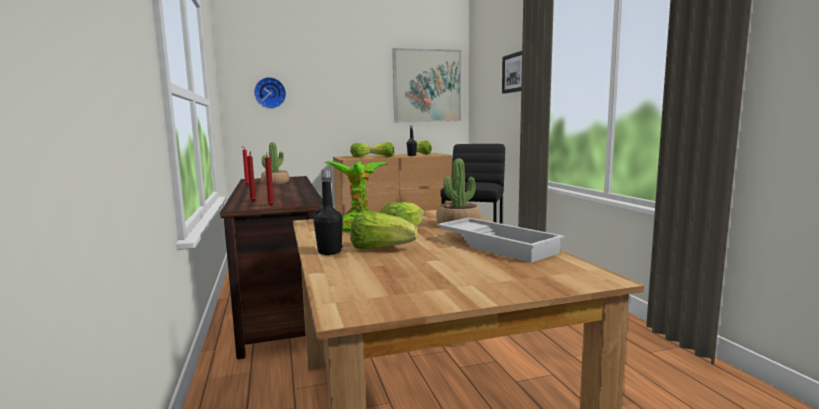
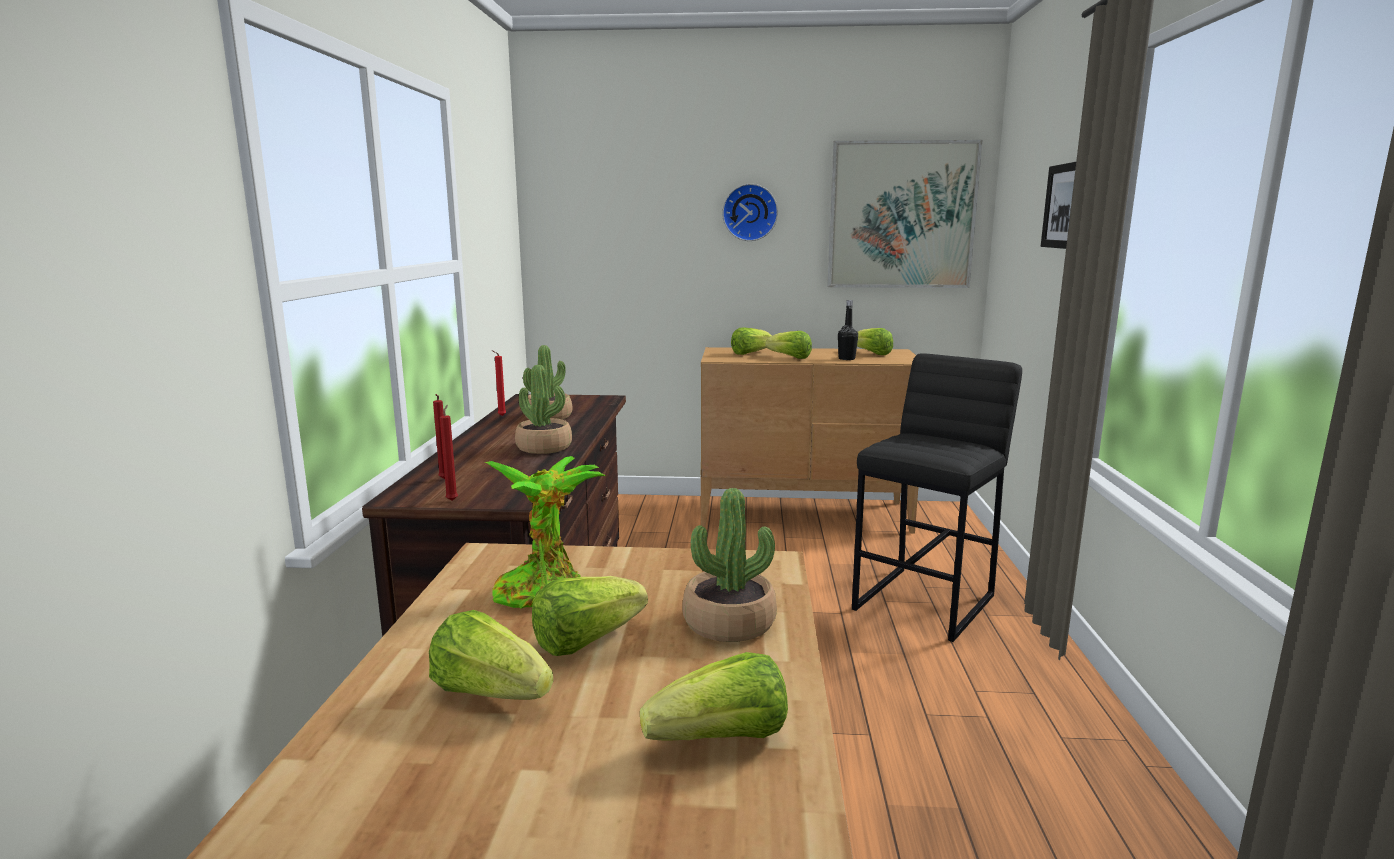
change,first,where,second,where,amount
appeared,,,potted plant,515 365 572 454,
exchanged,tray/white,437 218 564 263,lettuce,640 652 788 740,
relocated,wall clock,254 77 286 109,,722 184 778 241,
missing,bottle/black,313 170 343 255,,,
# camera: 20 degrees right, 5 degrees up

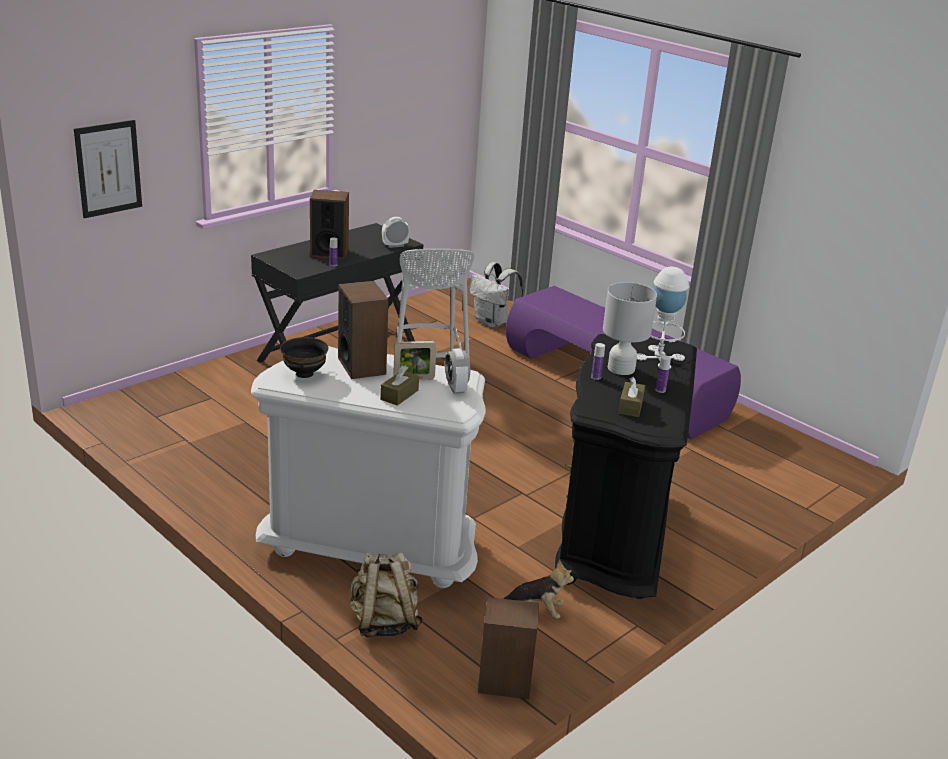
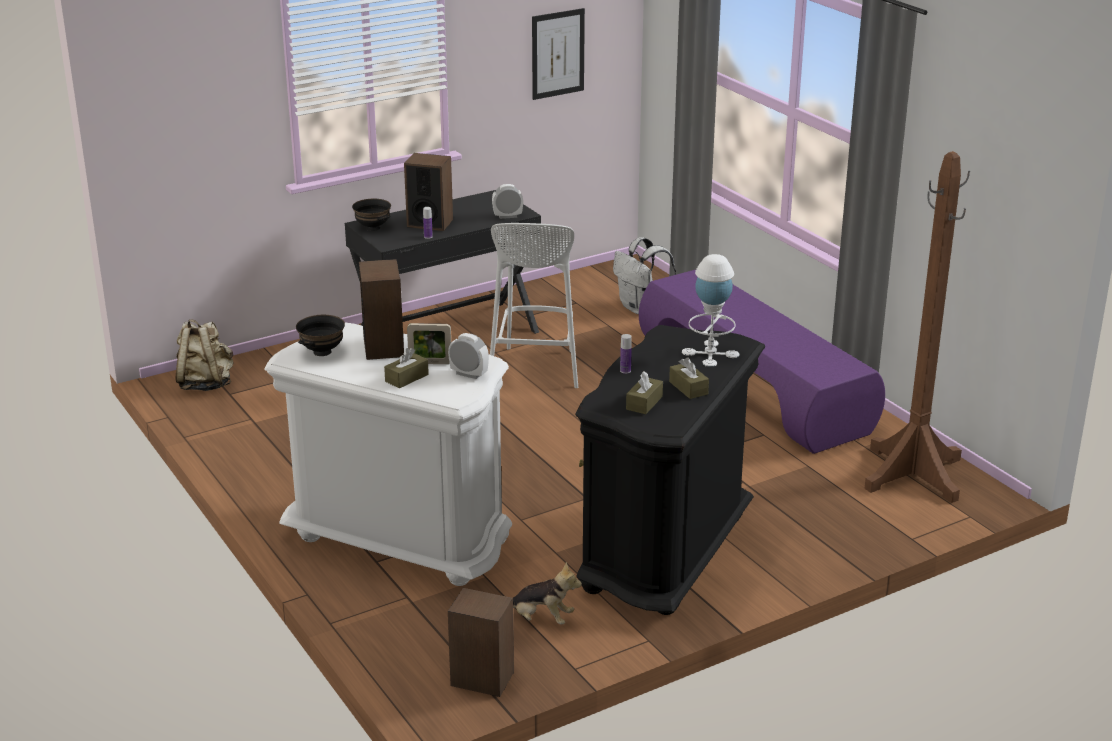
change,first,where,second,where,amount
relocated,backpack/beige,350 552 423 637,,176 319 233 391,
appeared,,,bowl/black,352 199 391 231,
spun,alarm clock,445 348 470 394,,448 333 489 379,120 degrees clockwise
relocated,picture,74 120 142 218,,532 8 585 100,
exchanged,bottle,656 355 671 393,tissue box/brown,669 357 709 399,
appeared,,,clothes rack/brown,864 151 970 503,
missing,table lamp/grey,603 282 657 375,,,
# camera: 15 degrees right, 0 degrees up

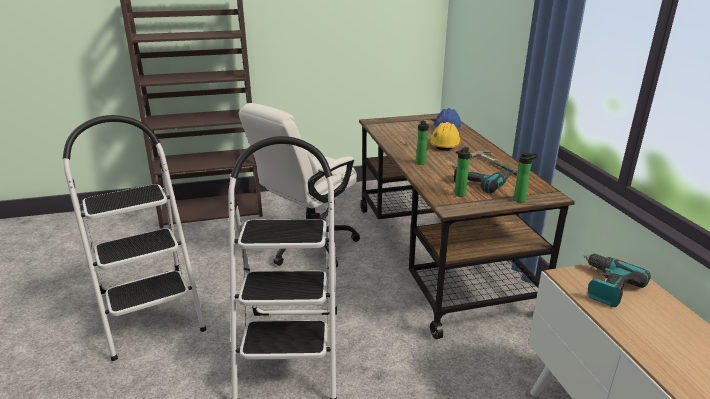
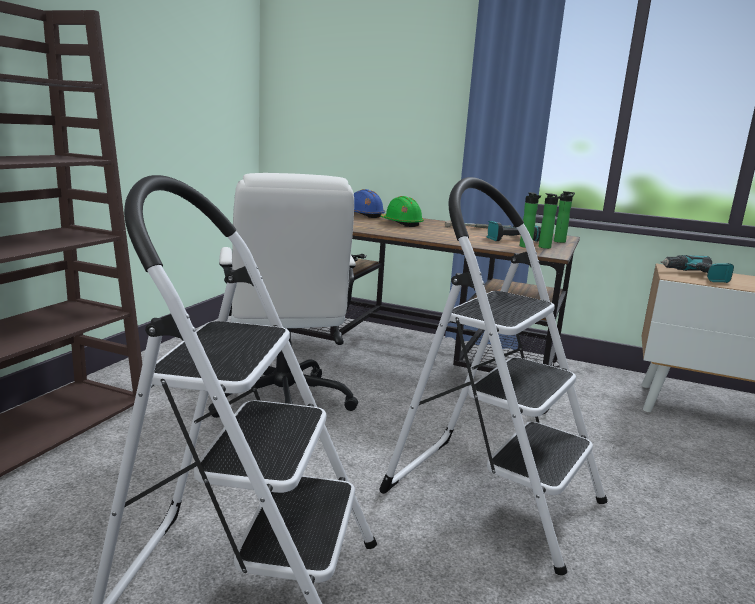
change,first,where,second,where,amount
colour,hard hat/yellow,429 122 461 151,hard hat/green,381 196 424 227,
relocated,bottle,416 120 429 165,,539 193 564 249,
# camera: 55 degrees left, 10 degrees down

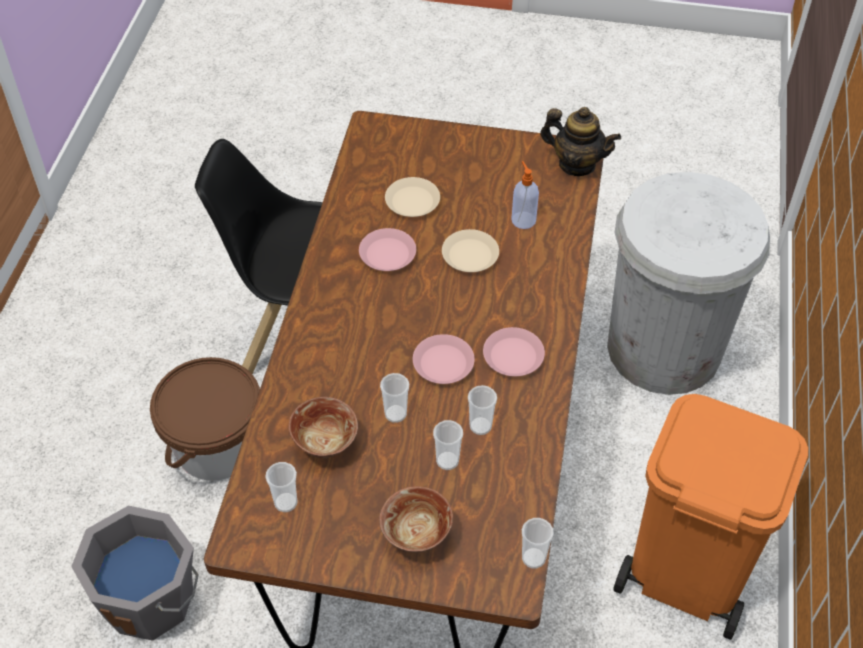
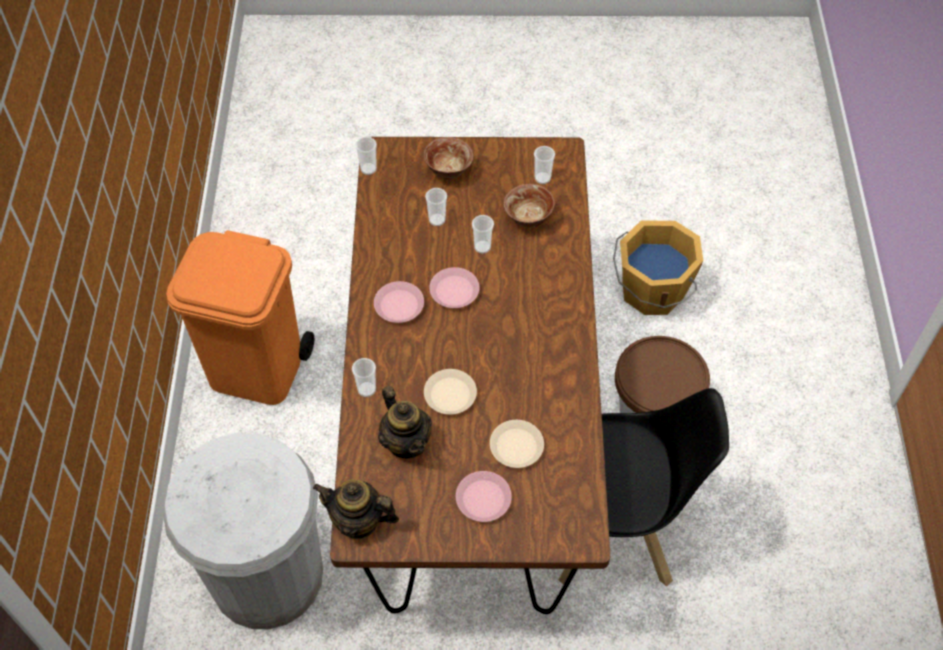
change,first,where,second,where,amount
relocated,cup,468 385 497 435,,352 358 376 397,
exchanged,soap dispenser,511 161 539 229,teapot,378 386 432 458,
relocated,plate/pink,359 228 416 271,,456 471 512 522,
colour,bucket/grey,71 506 199 641,bucket/orange,613 220 703 315,
# camera: 170 degrees right, 5 degrees up

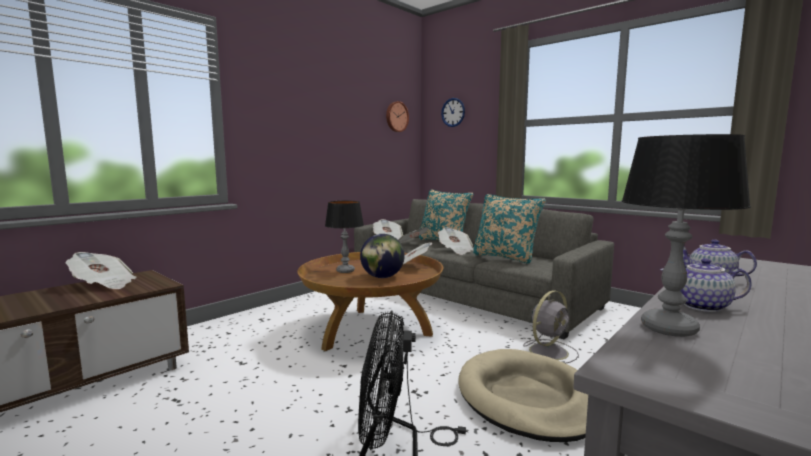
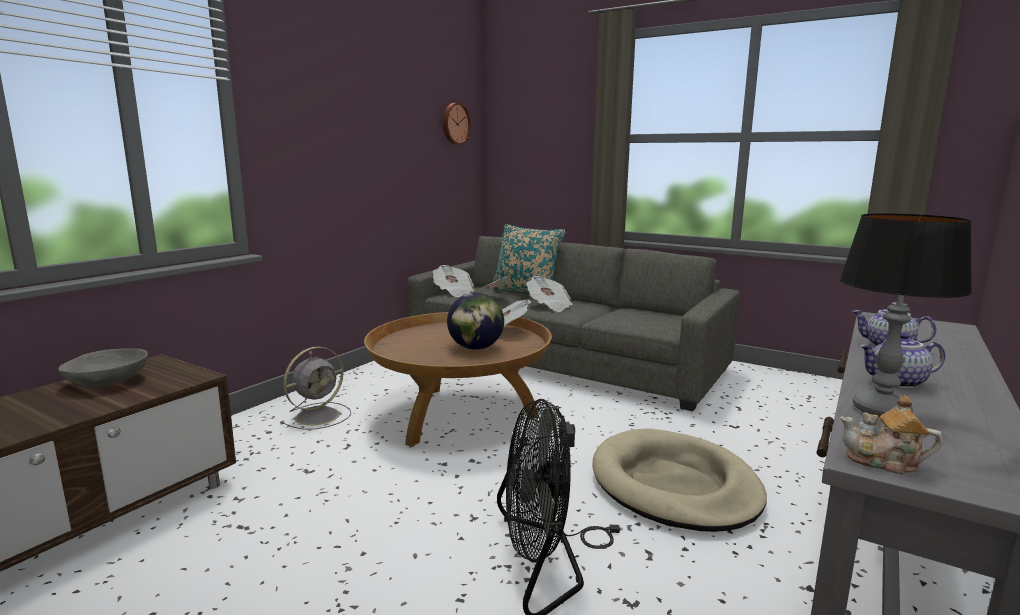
change,first,where,second,where,amount
exchanged,newspaper,66 252 136 289,bowl/grey,58 348 148 387,
relocated,fan/grey,523 290 579 364,,280 347 351 430,
appeared,,,teapot,840 395 943 474,
missing,table lamp,325 201 364 273,,,
missing,wall clock,441 98 465 127,,,
missing,pillow/turquoise,473 194 546 263,,,
# camera: 10 degrees left, 5 degrees up

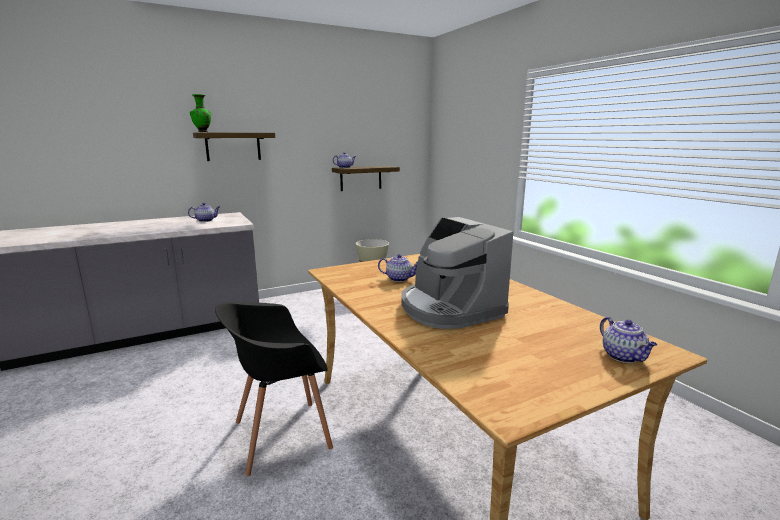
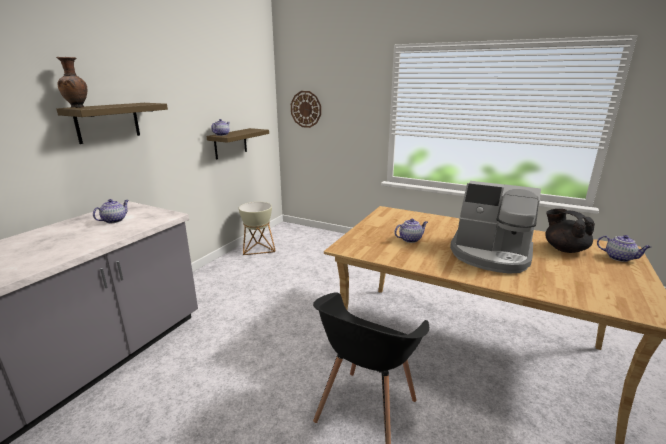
change,first,where,second,where,amount
colour,vase/green,190 94 211 132,vase/brown,56 57 87 108,
appeared,,,wall clock,291 91 321 128,
appeared,,,teapot/black,545 209 595 253,
# camera: 35 degrees left, 5 degrees up

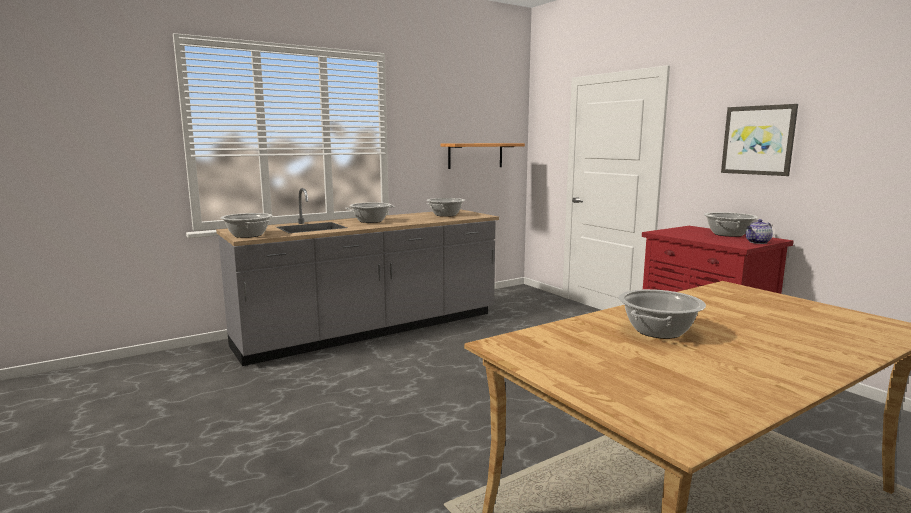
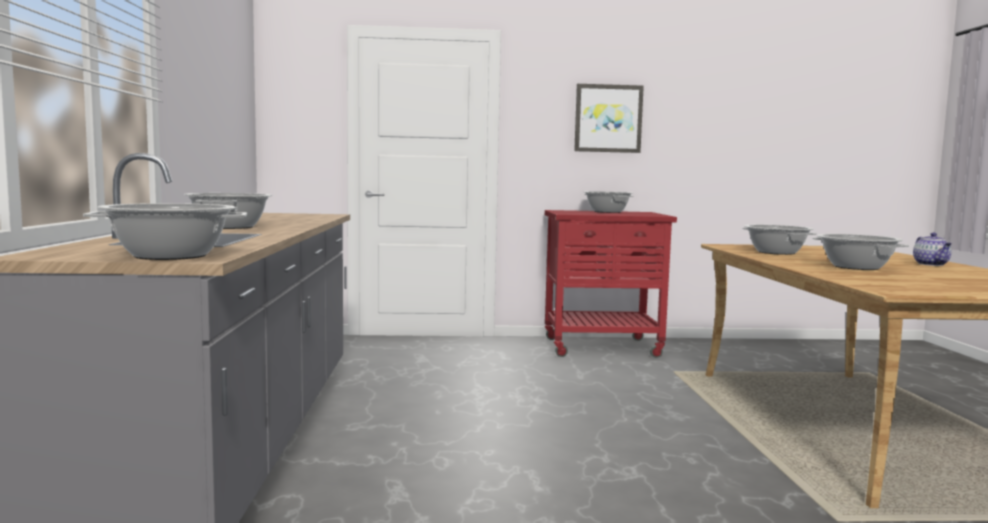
change,first,where,second,where,amount
relocated,cooking pot,427 198 465 217,,742 225 817 255,
relocated,teapot,745 219 773 244,,913 233 952 266,
missing,shelf,440 143 525 169,,,
# camera: 60 degrees left, 5 degrees down

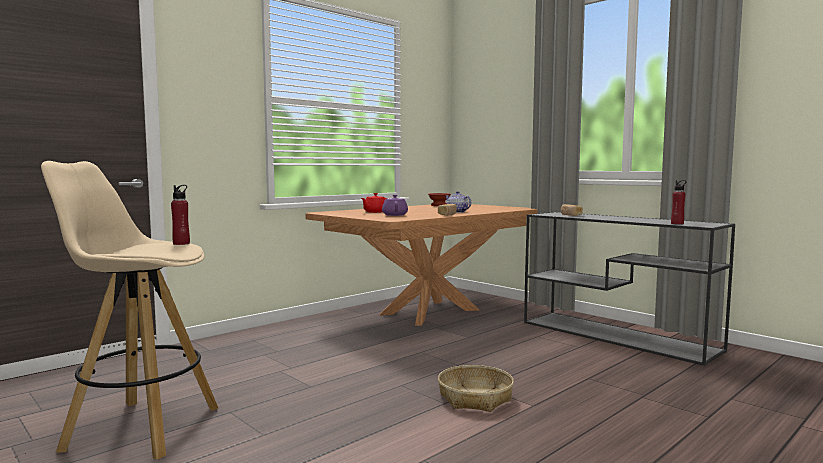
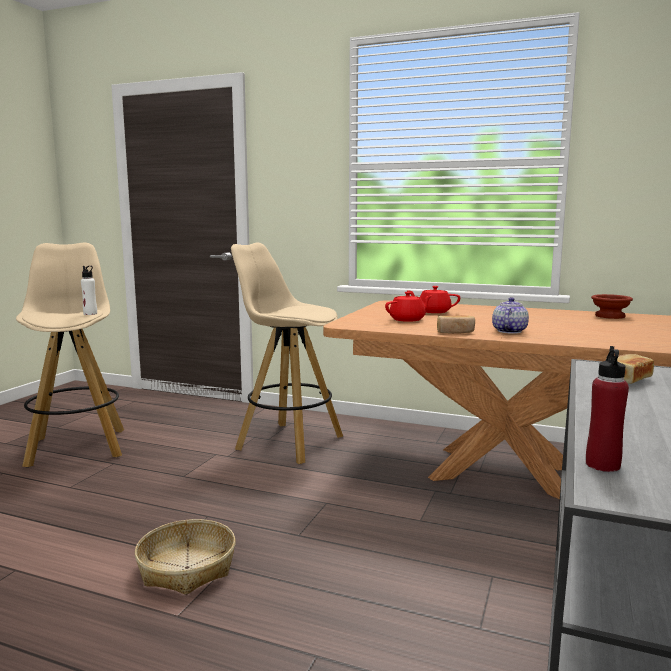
change,first,where,second,where,amount
colour,bottle/red,171 185 190 245,bottle/white,81 266 97 315,
appeared,,,stool/beige,231 242 343 464,
colour,teapot/purple,382 195 408 216,teapot/red,385 292 431 322,
# camera: 65 degrees right, 5 degrees up

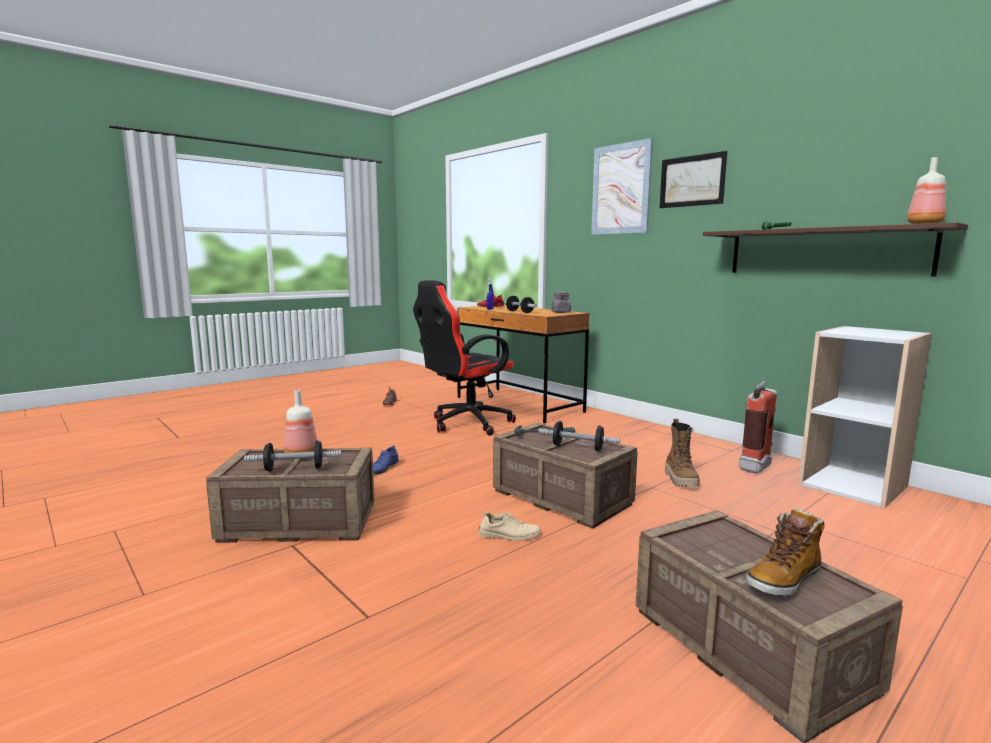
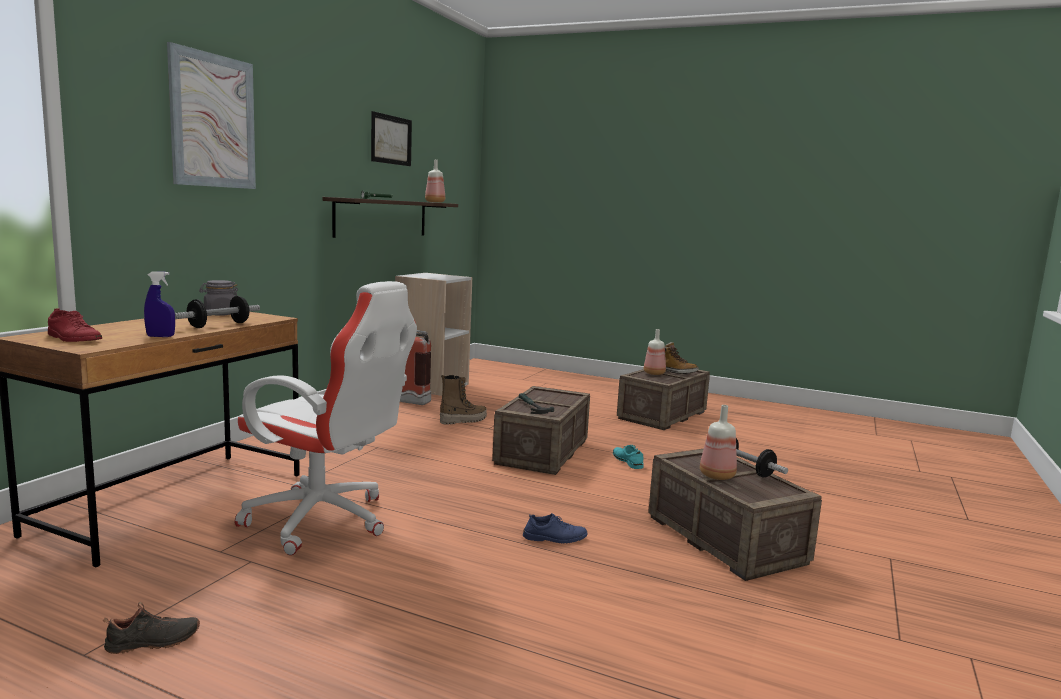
change,first,where,second,where,amount
colour,office chair/black,413 280 516 436,office chair/white,235 281 417 555,
relocated,picture,660 151 727 208,,371 111 412 166,
colour,shoe/beige,478 512 541 541,shoe/turquoise,613 445 644 469,
appeared,,,bottle,644 329 666 375,
missing,dumbbell,538 421 620 451,,,
# camera: 115 degrees left, 0 degrees up

